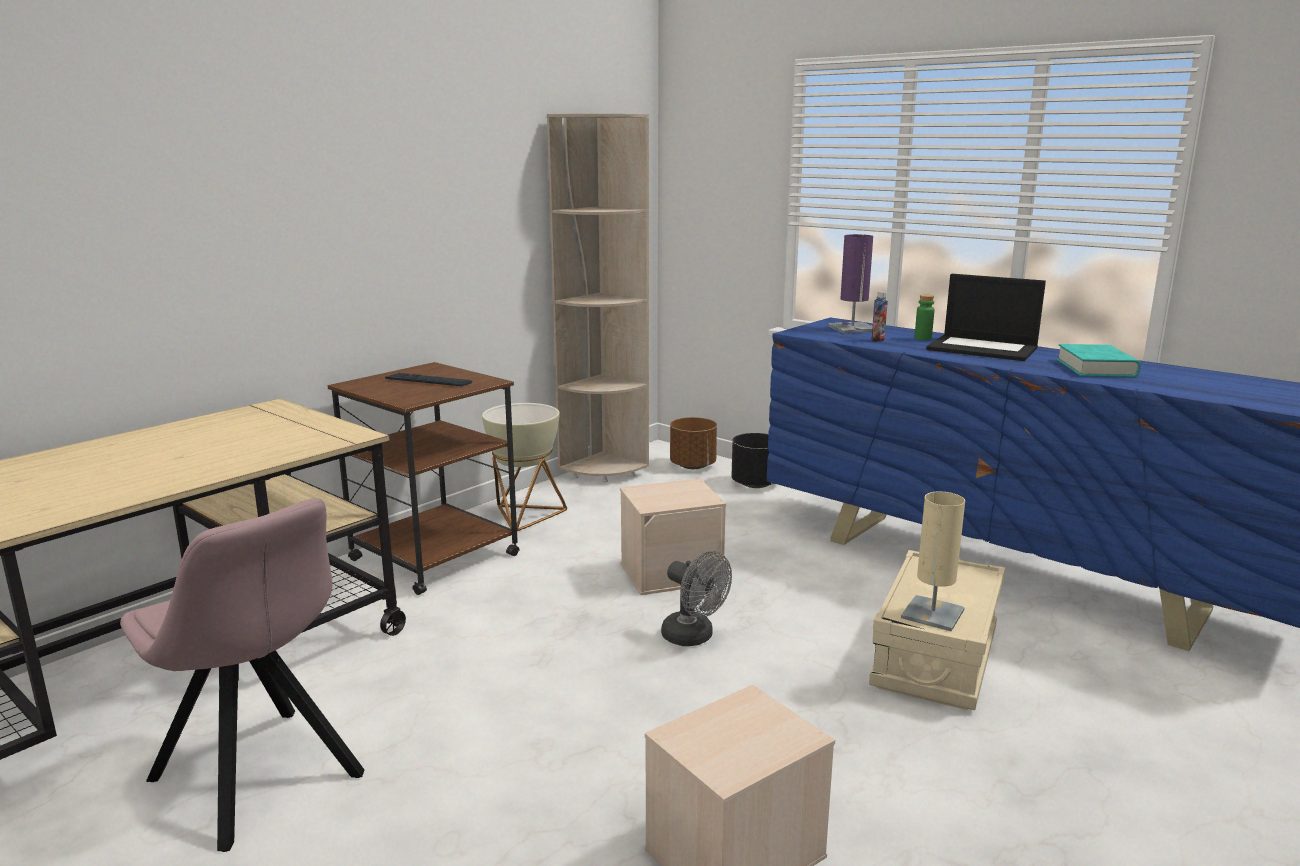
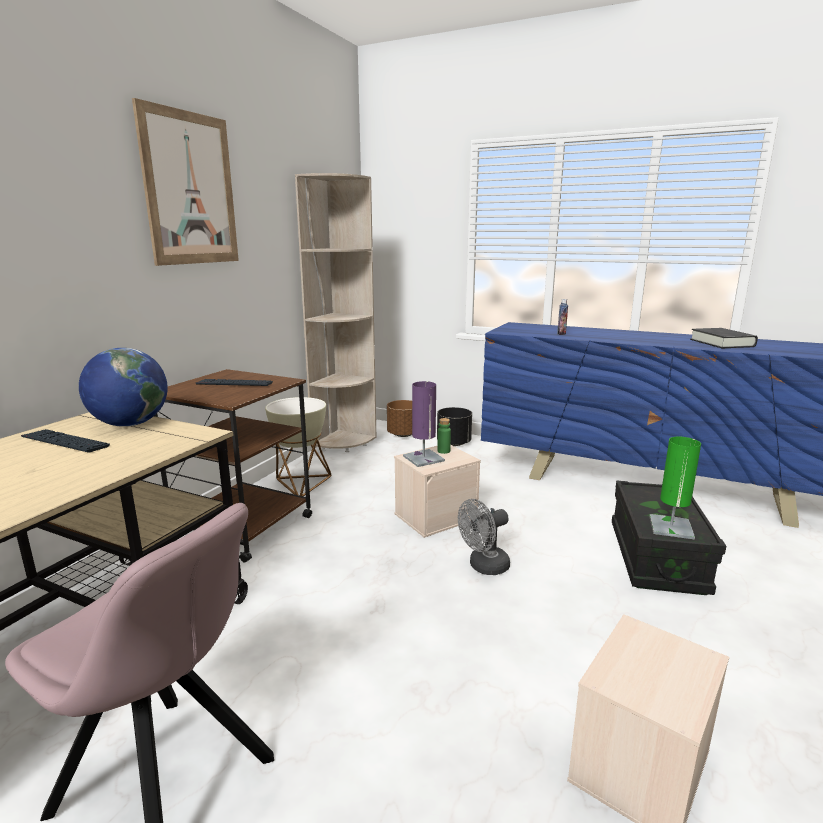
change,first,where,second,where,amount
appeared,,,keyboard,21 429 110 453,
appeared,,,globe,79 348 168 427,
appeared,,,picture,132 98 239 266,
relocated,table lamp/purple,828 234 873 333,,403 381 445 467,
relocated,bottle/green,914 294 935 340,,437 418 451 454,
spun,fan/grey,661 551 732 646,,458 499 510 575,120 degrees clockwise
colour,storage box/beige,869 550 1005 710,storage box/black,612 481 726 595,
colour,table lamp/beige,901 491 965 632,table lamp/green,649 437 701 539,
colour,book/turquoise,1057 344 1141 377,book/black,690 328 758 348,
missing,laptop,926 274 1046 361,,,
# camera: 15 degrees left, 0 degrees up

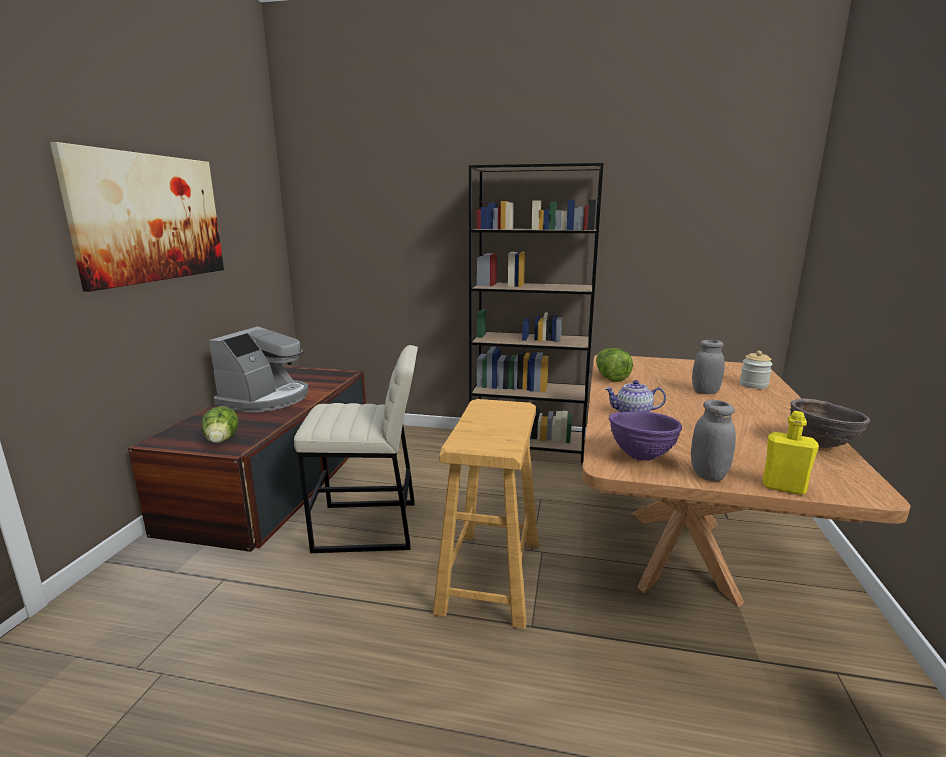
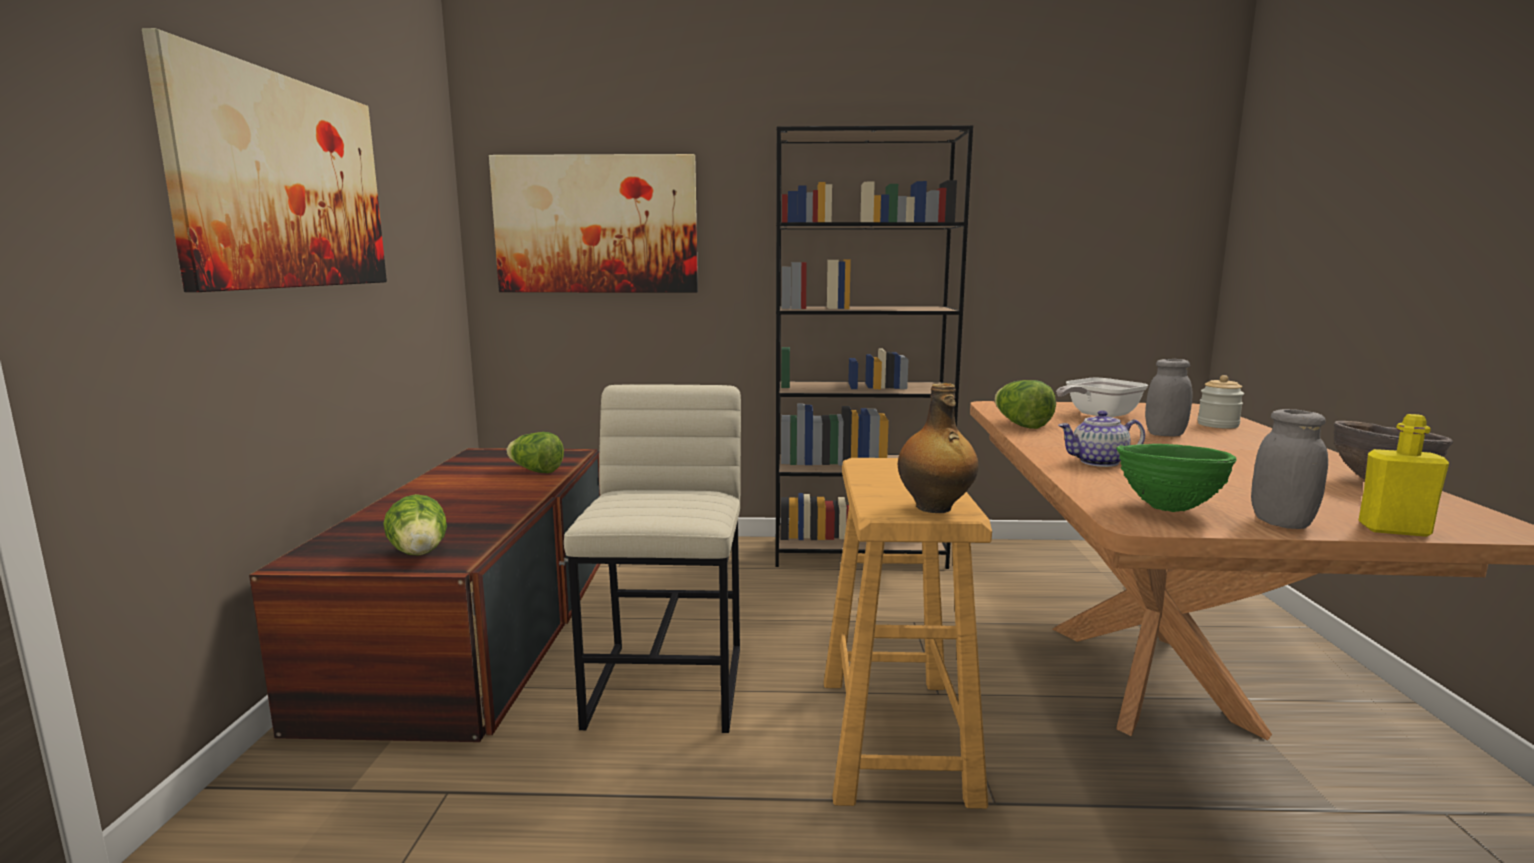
change,first,where,second,where,amount
appeared,,,picture,489 154 698 293,
appeared,,,lettuce,506 432 564 473,
spun,chair/beige,294 345 418 553,,564 385 741 733,75 degrees counterclockwise
appeared,,,bottle,898 383 979 513,
appeared,,,frying pan,1056 378 1148 417,
colour,bowl/purple,609 411 682 461,bowl/green,1116 444 1236 512,
missing,coffee machine,209 326 309 412,,,
# camera: 10 degrees left, 5 degrees down

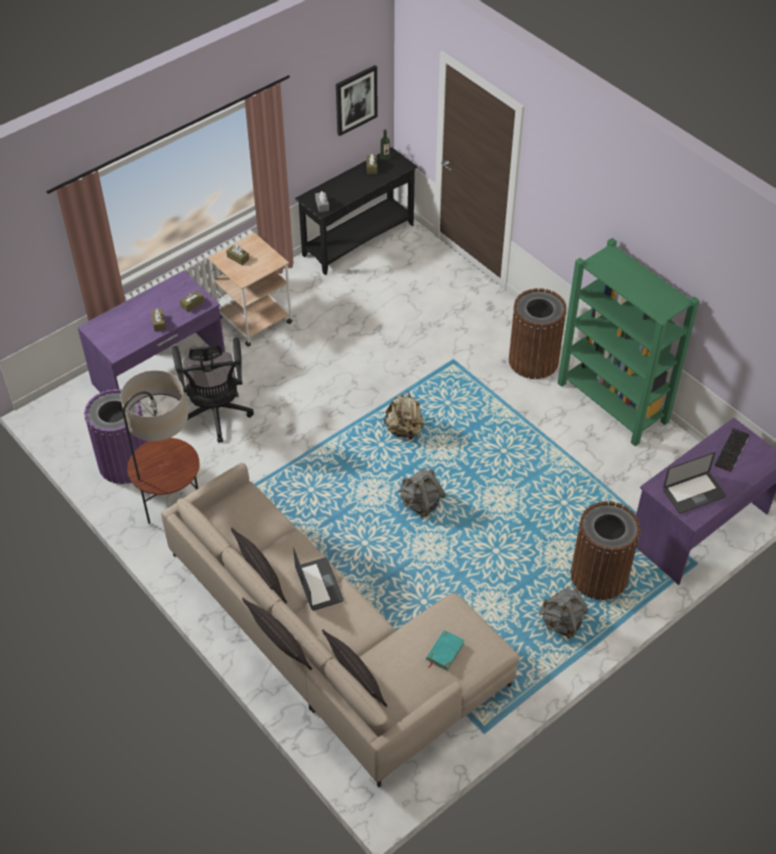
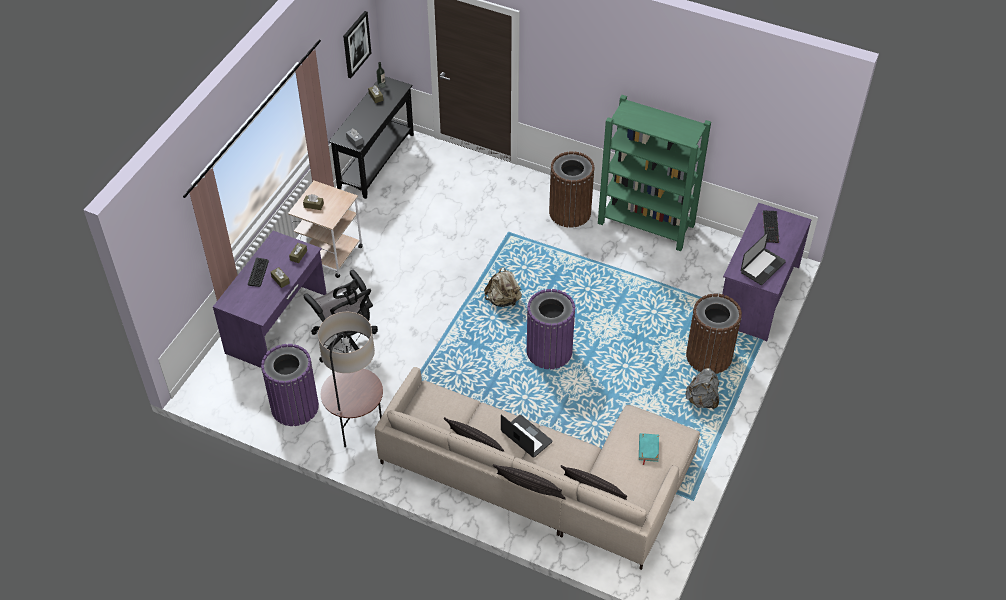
change,first,where,second,where,amount
appeared,,,keyboard,248 258 269 287,
exchanged,backpack/grey,398 467 446 517,trash can/purple,527 289 575 369,
# camera: 25 degrees left, 0 degrees up

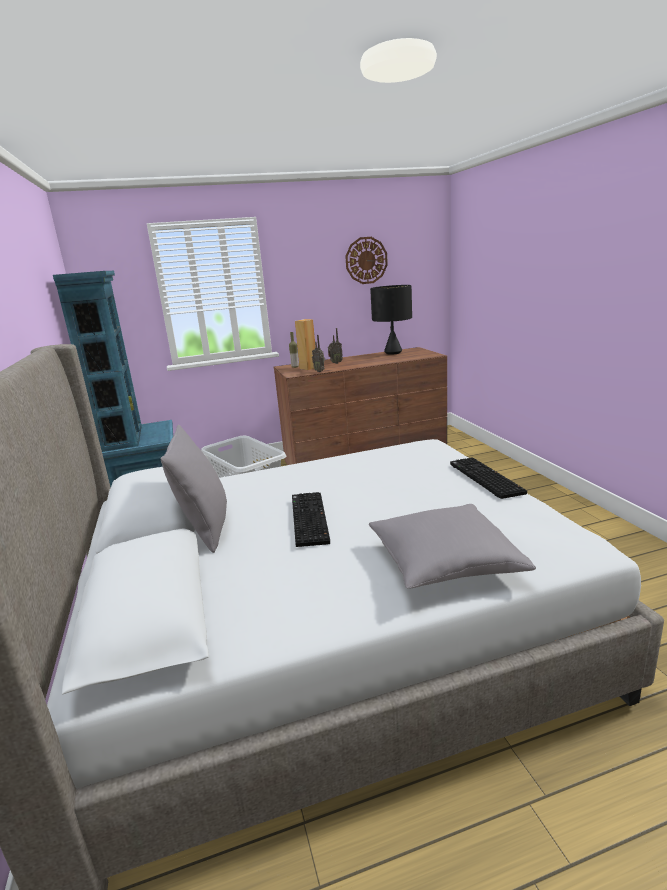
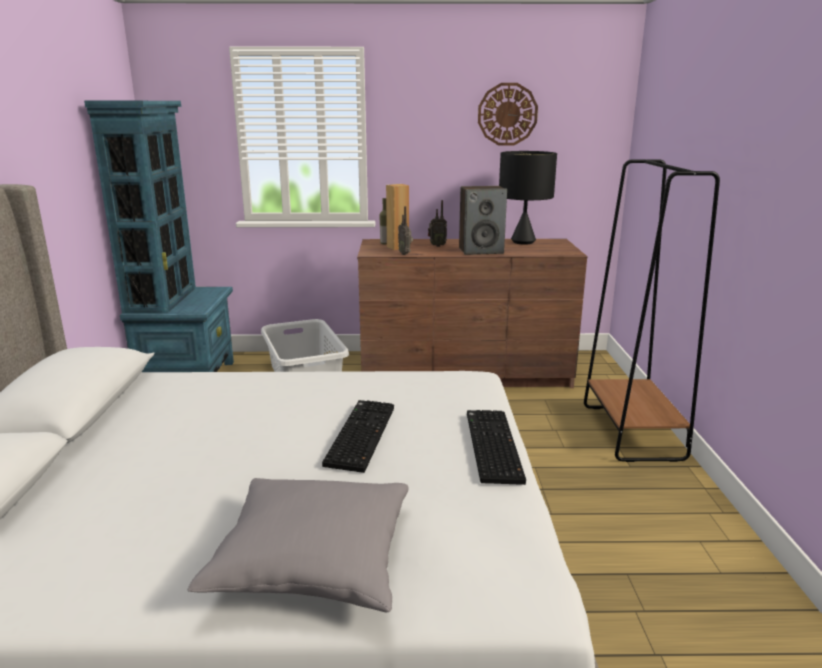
change,first,where,second,where,amount
relocated,keyboard,292 492 330 547,,322 400 394 473,
appeared,,,speaker,459 186 507 255,
appeared,,,clothes rack,584 160 720 462,
missing,pillow/grey,161 425 227 553,,,
# camera: 15 degrees right, 0 degrees up

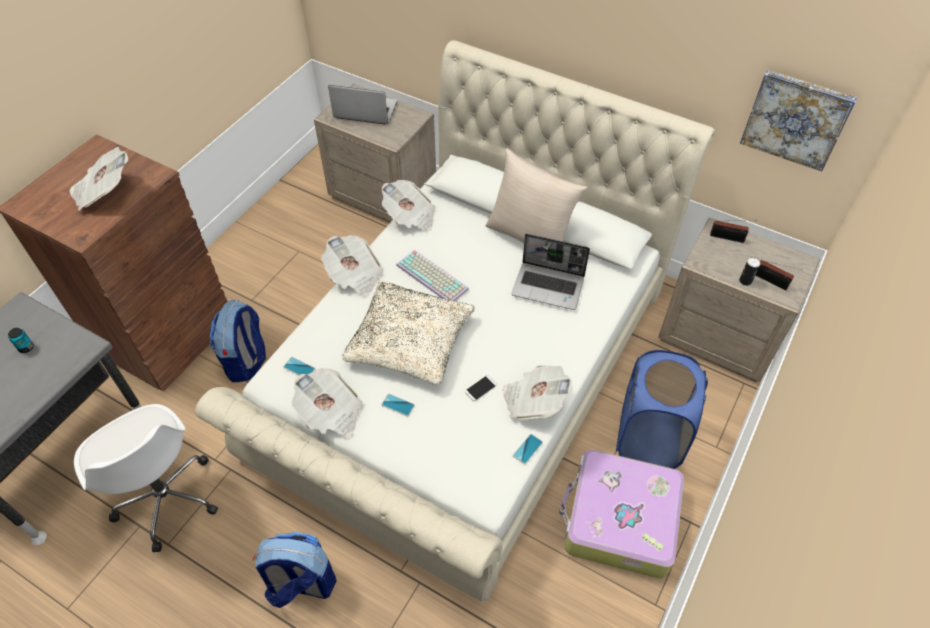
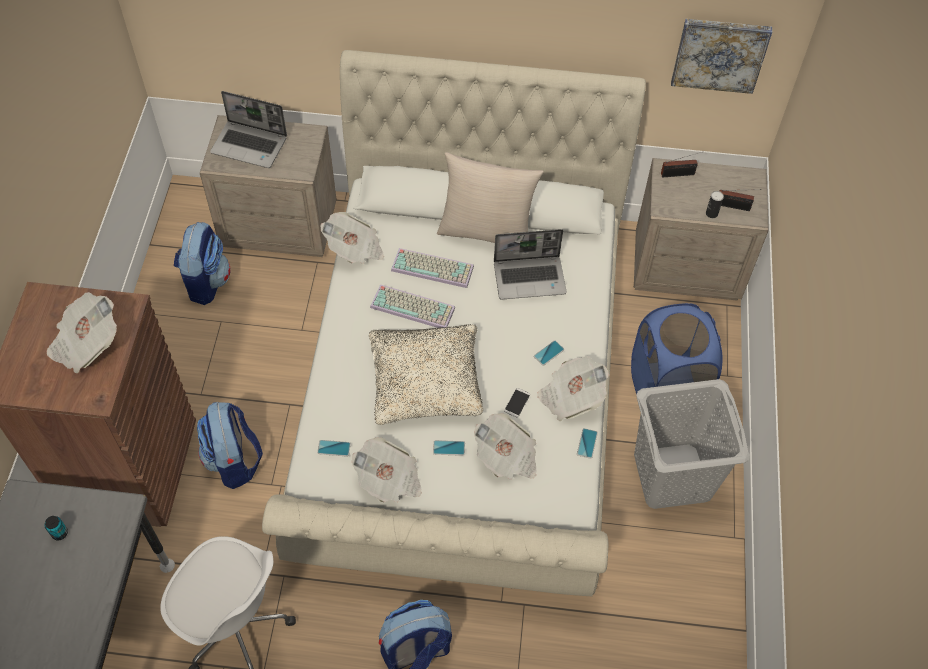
change,first,where,second,where,amount
appeared,,,backpack,173 222 230 305,
spun,laptop,328 85 397 125,,210 91 287 168,150 degrees counterclockwise
appeared,,,keyboard,391 248 474 288,
relocated,newspaper,321 235 383 296,,474 413 536 480,
appeared,,,phone,534 340 564 366,
exchanged,suitcase,559 450 684 579,laundry basket/grey,634 379 750 509,
# camera: 25 degrees left, 5 degrees up

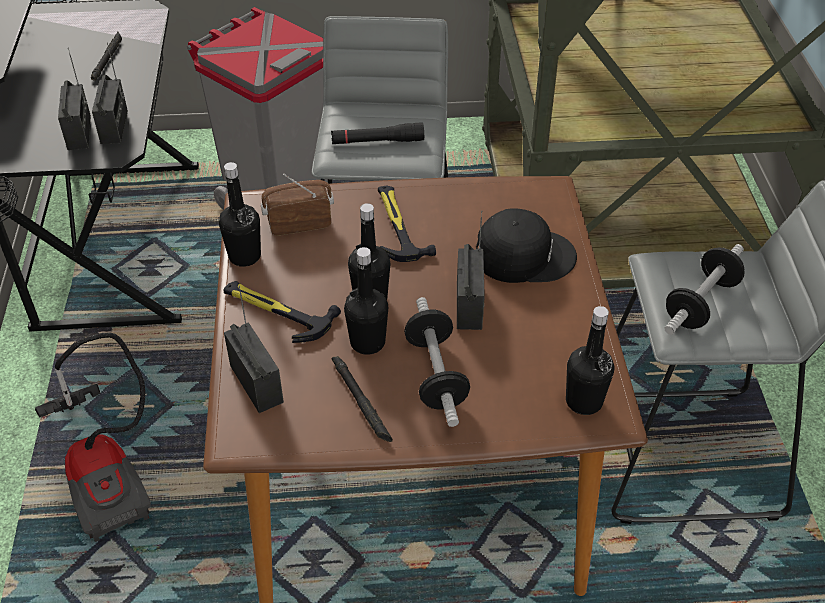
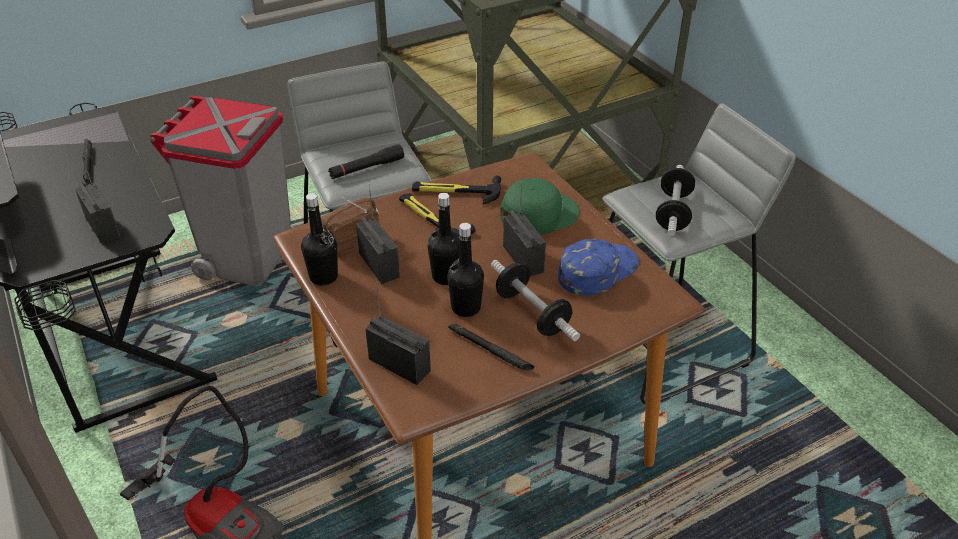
change,first,where,second,where,amount
relocated,radio,92 42 128 144,,356 184 400 284,
relocated,hammer,224 281 341 343,,412 175 501 205,
colour,cap/black,476 208 577 283,cap/green,500 178 580 235,
appeared,,,cap/blue,558 239 639 296,
missing,bottle/black,566 306 615 415,,,
# camera: 25 degrees left, 5 degrees down

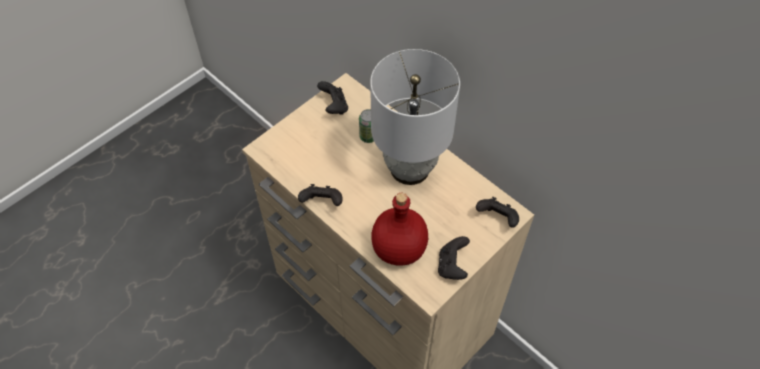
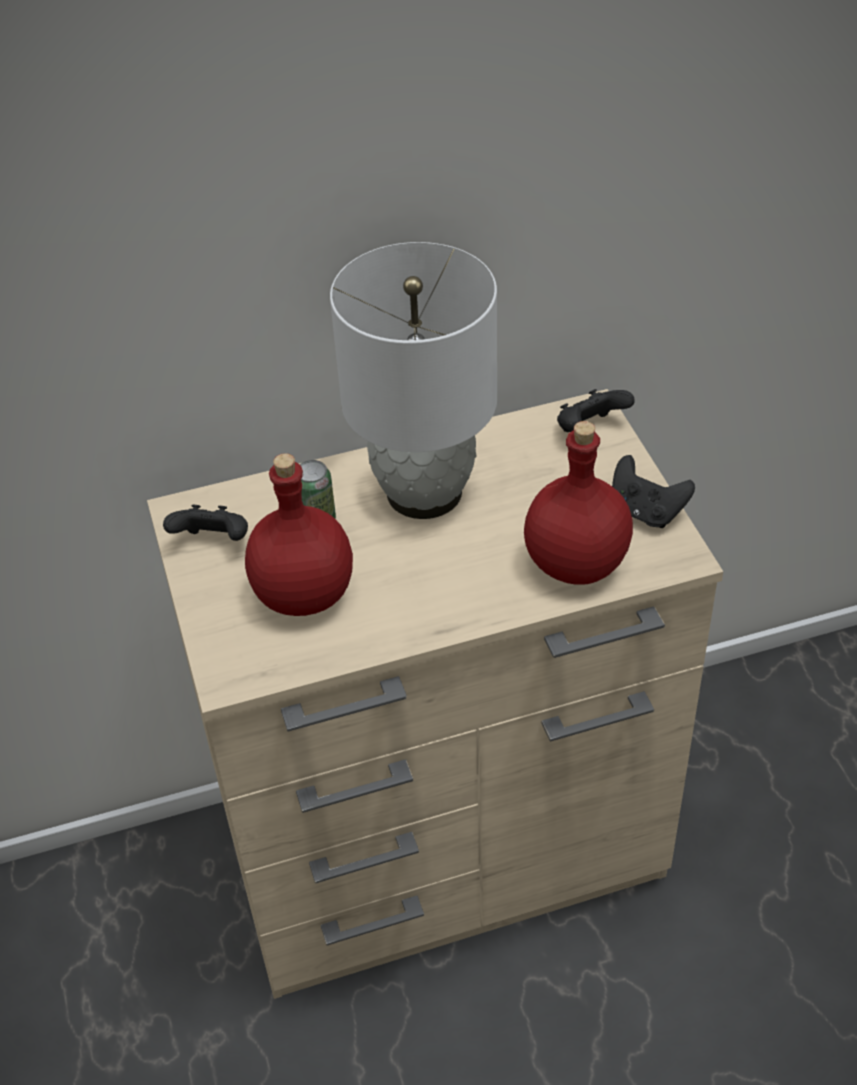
change,first,where,second,where,amount
appeared,,,bottle/red,245 453 353 616,
missing,game controller/black,298 184 343 206,,,
# camera: 60 degrees left, 10 degrees down

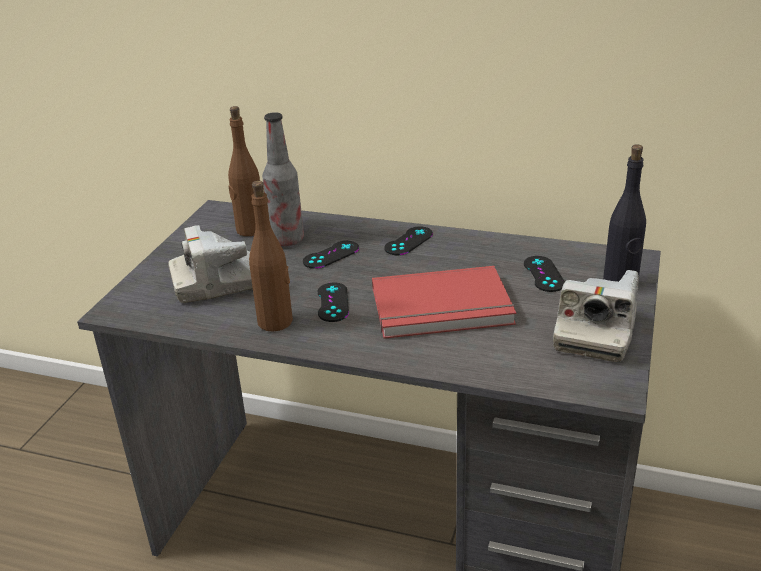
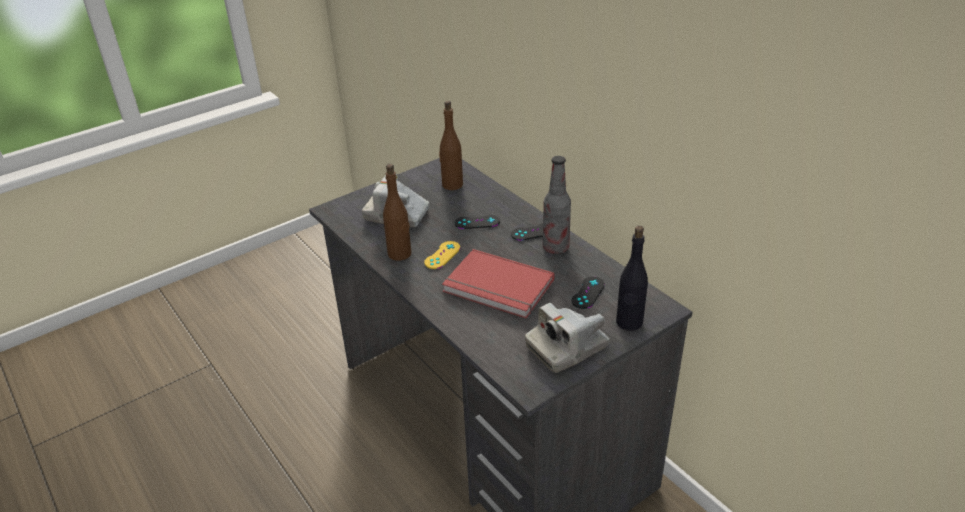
change,first,where,second,where,amount
colour,game controller/black,318 283 349 322,game controller/yellow,424 241 460 269,
relocated,bottle,262 112 304 246,,542 156 571 254,
# camera: 35 degrees right, 5 degrees up

